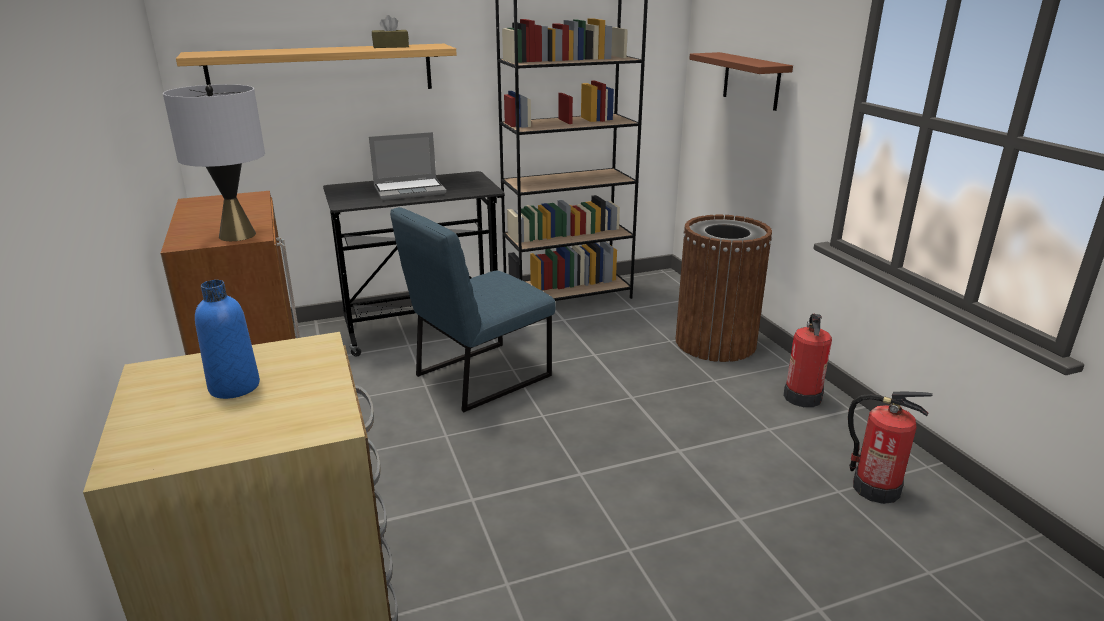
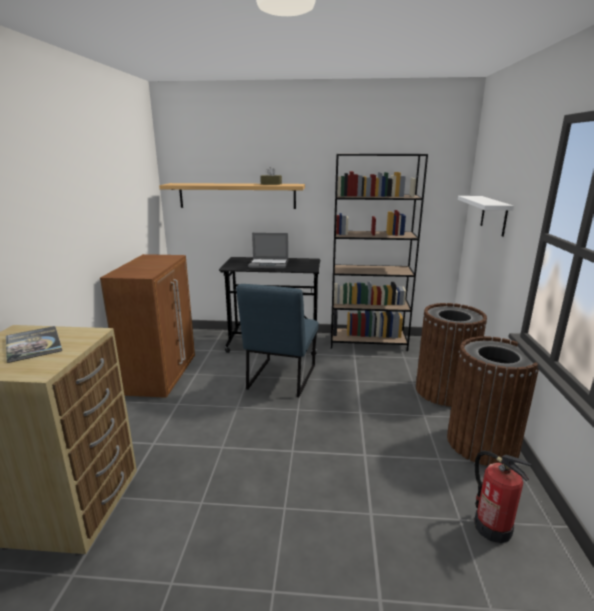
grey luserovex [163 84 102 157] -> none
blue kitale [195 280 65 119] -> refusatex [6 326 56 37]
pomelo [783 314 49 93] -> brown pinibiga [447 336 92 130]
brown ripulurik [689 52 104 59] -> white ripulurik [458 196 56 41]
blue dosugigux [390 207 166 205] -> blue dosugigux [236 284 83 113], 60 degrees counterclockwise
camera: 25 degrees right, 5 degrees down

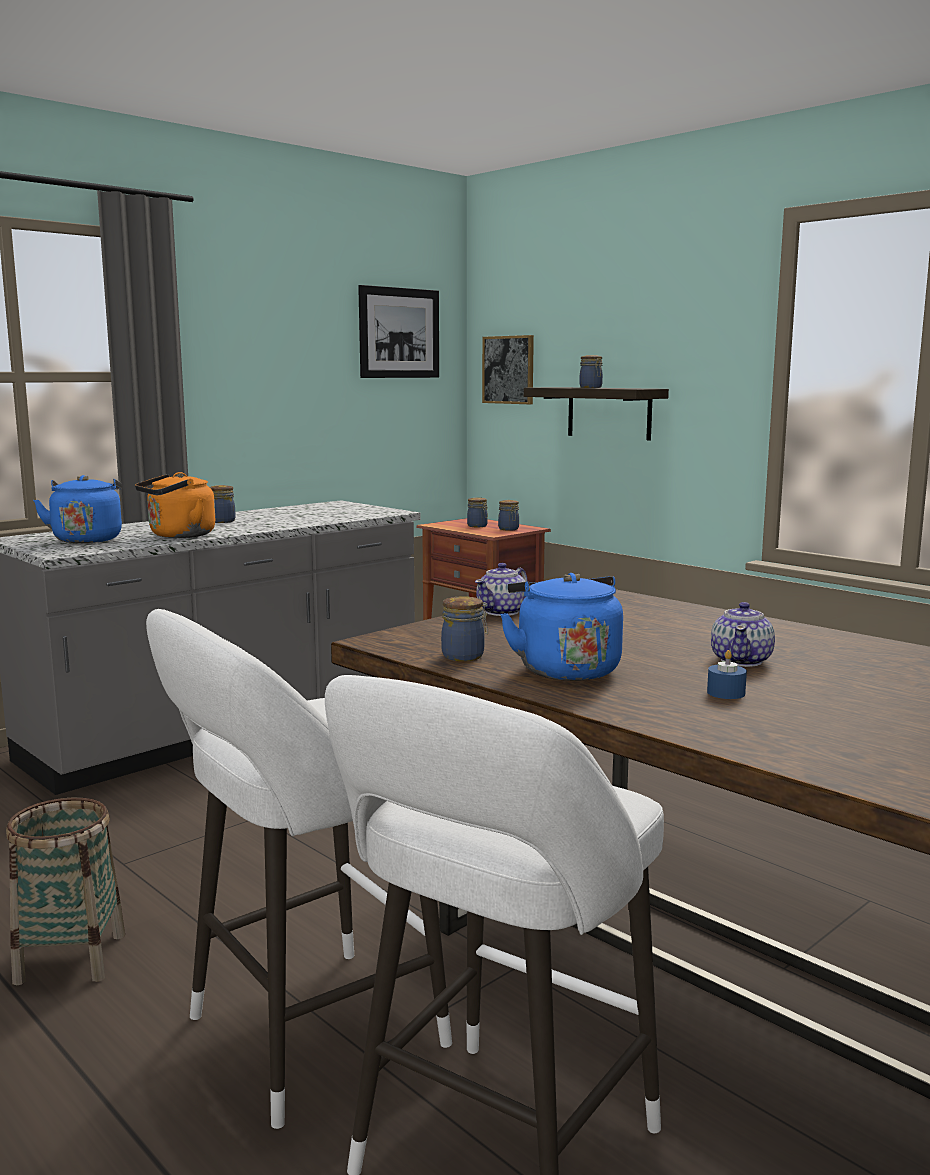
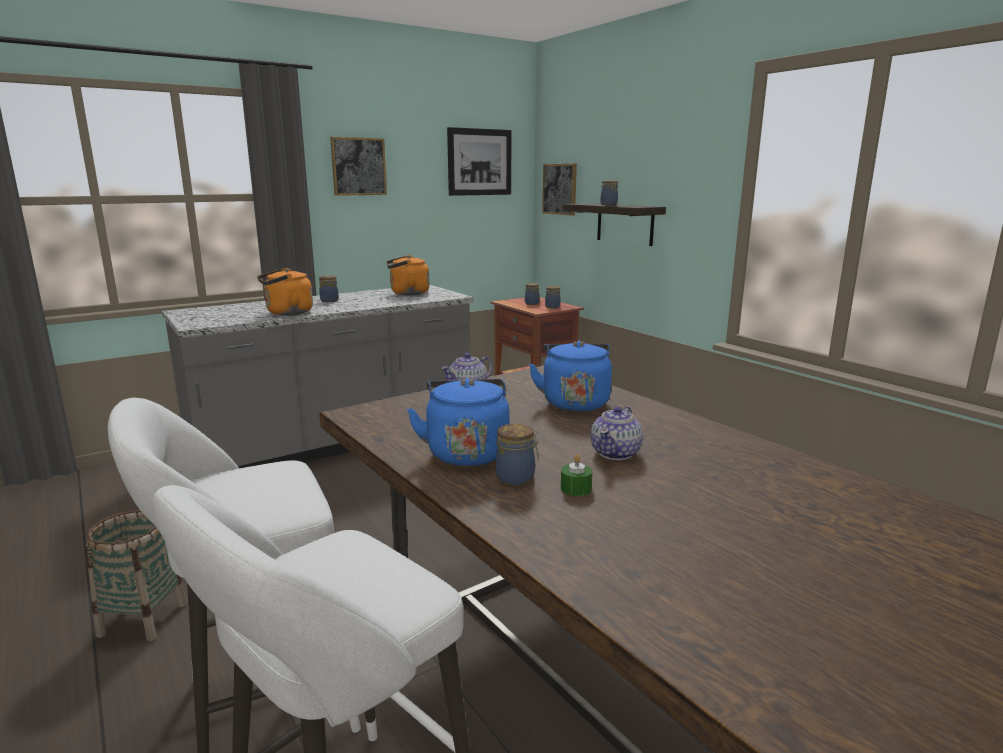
none -> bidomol [330 137 57 59]
none -> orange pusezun [386 255 44 40]
blue pusezun [33 475 89 68] -> blue pusezun [529 340 83 72], relocated
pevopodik [441 596 47 65] -> pevopodik [496 424 43 61], relocated
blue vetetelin [707 650 40 49] -> green vetetelin [561 455 31 41]
camera: 10 degrees right, 5 degrees up

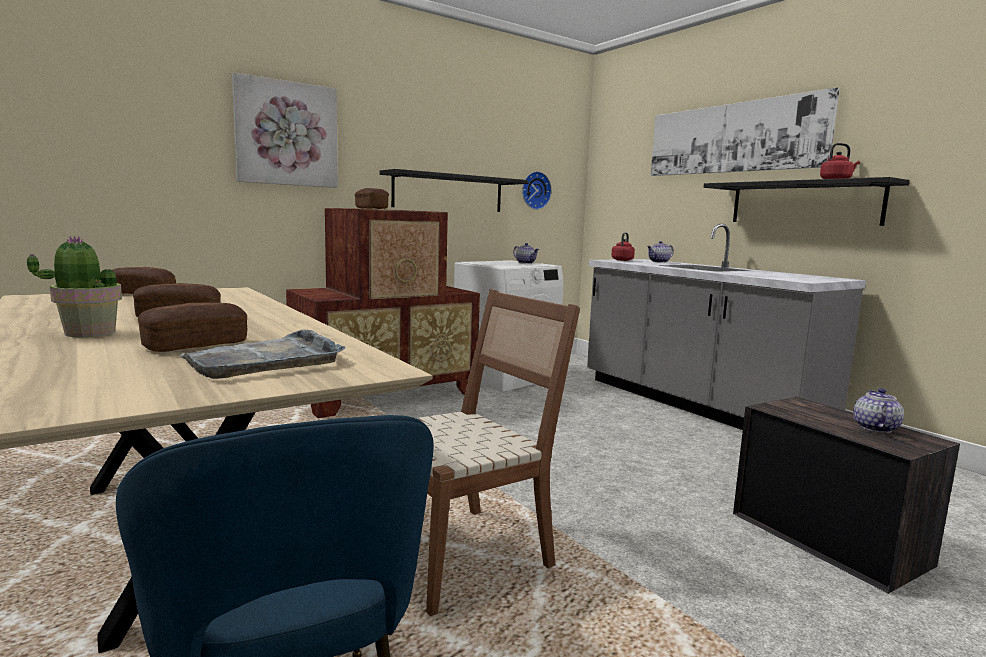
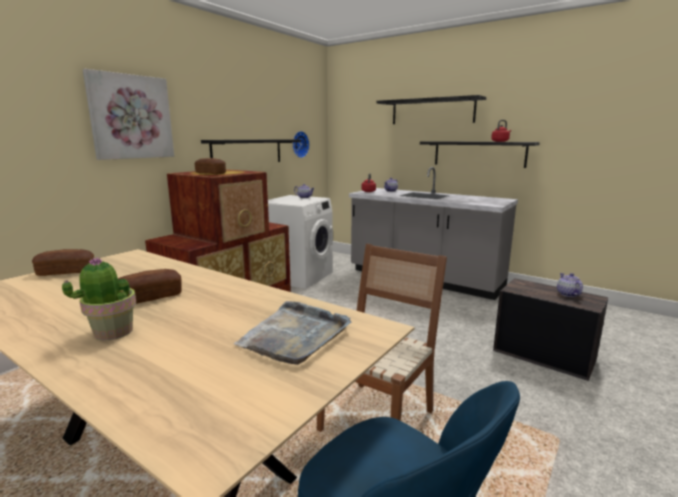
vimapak [138 302 109 50] -> none
bidomol [651 87 189 89] -> black ripulurik [376 95 110 29]
camera: 20 degrees left, 5 degrees up

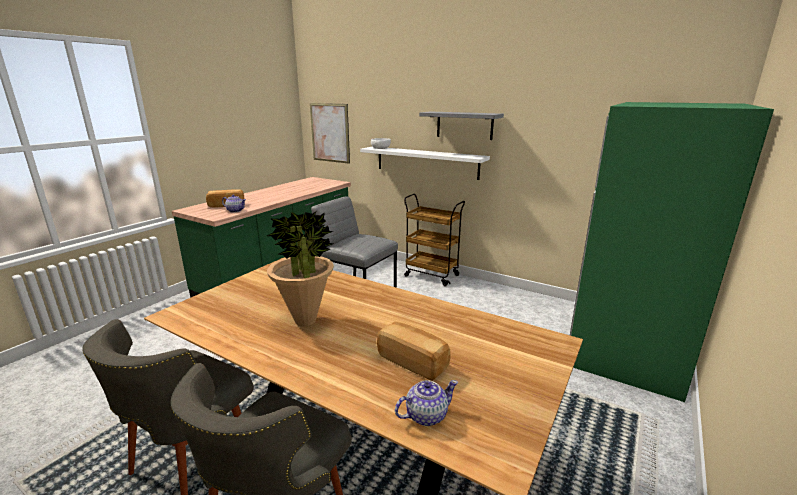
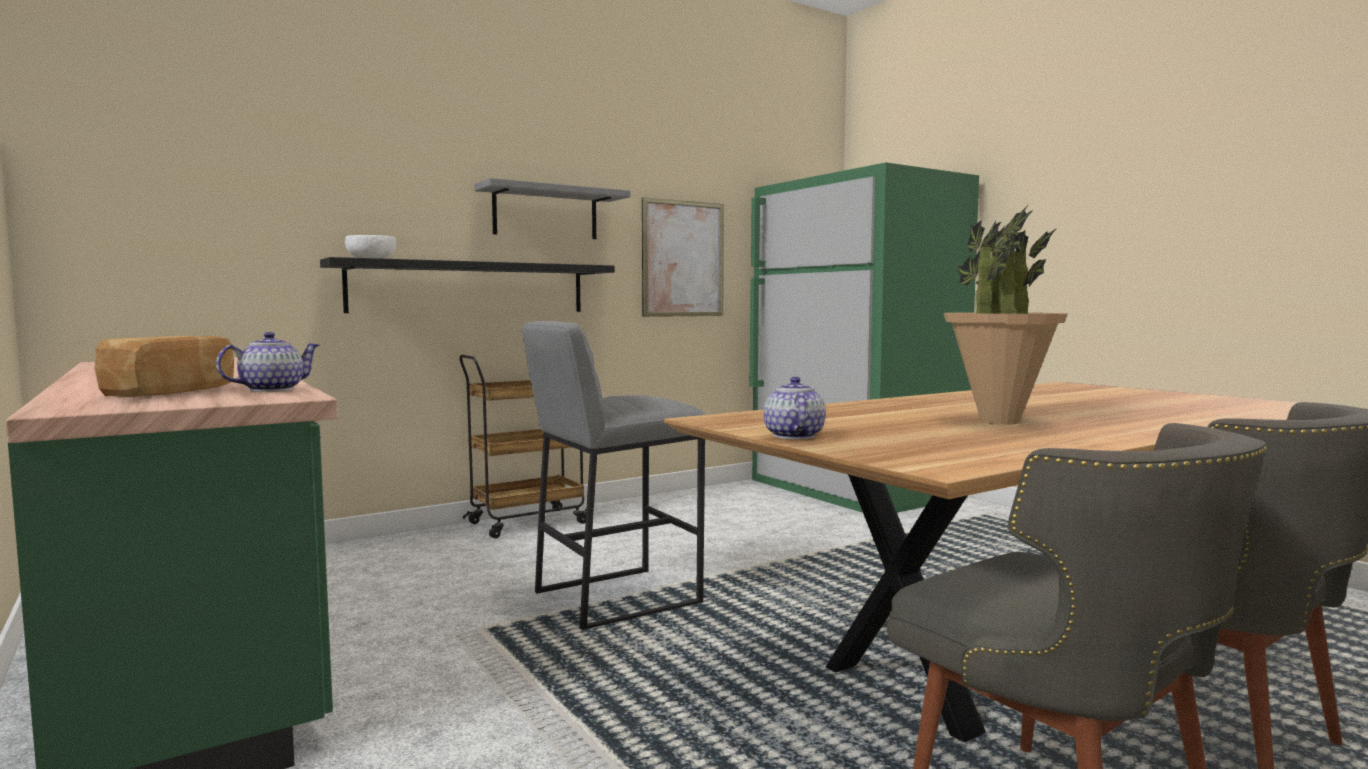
vimapak [377 322 74 59] -> none
bidomol [310 103 40 61] -> bidomol [642 197 82 120], relocated
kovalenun [395 380 63 46] -> kovalenun [764 377 62 62], relocated
white ripulurik [360 146 130 34] -> black ripulurik [320 257 295 56]
camera: 65 degrees left, 15 degrees down

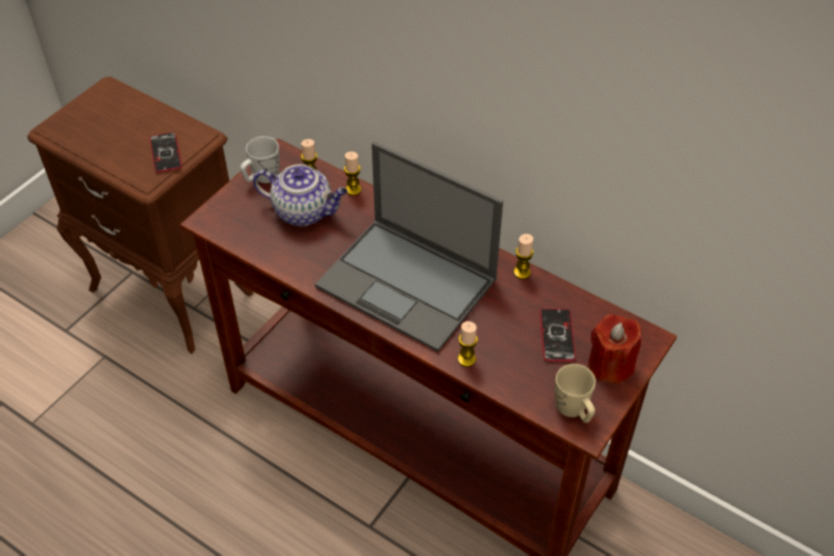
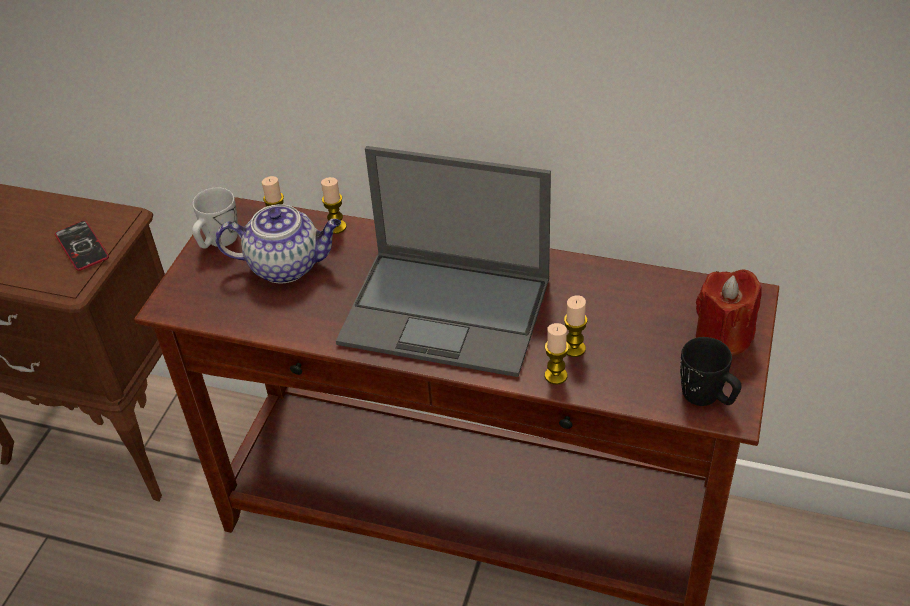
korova [540 309 36 53] -> none
vetetelin [514 234 20 45] -> vetetelin [564 295 23 62], relocated
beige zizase [555 364 41 59] -> black zizase [680 337 62 69]
camera: 15 degrees left, 5 degrees down

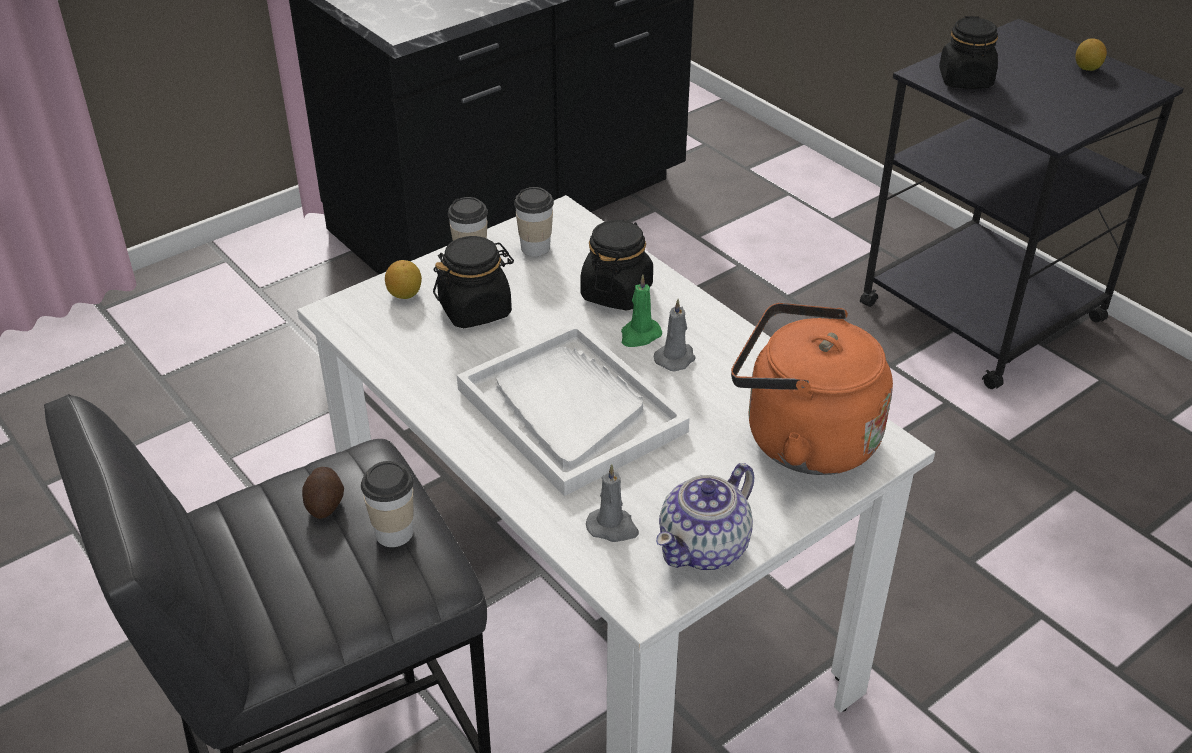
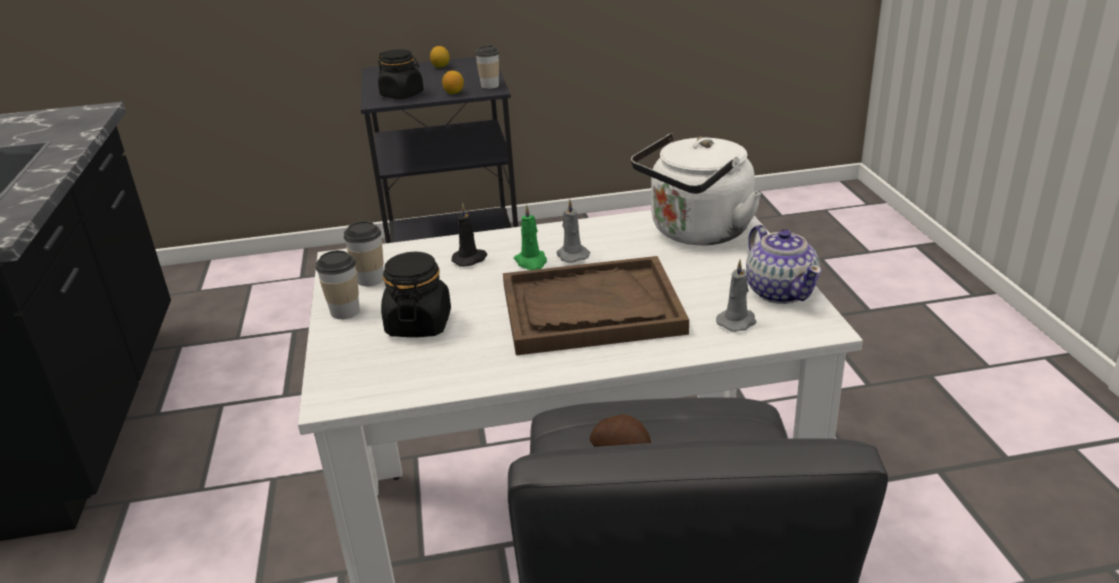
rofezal [361 461 52 86] -> rofezal [475 45 24 44], relocated
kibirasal [385 260 37 39] -> kibirasal [442 71 22 23], relocated
black pevopodik [580 220 73 91] -> black vetetelin [452 204 35 63]
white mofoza [457 322 232 174] -> brown mofoza [503 256 186 99]
orange pusezun [731 303 162 172] -> white pusezun [631 133 131 112]
camera: 60 degrees left, 10 degrees down

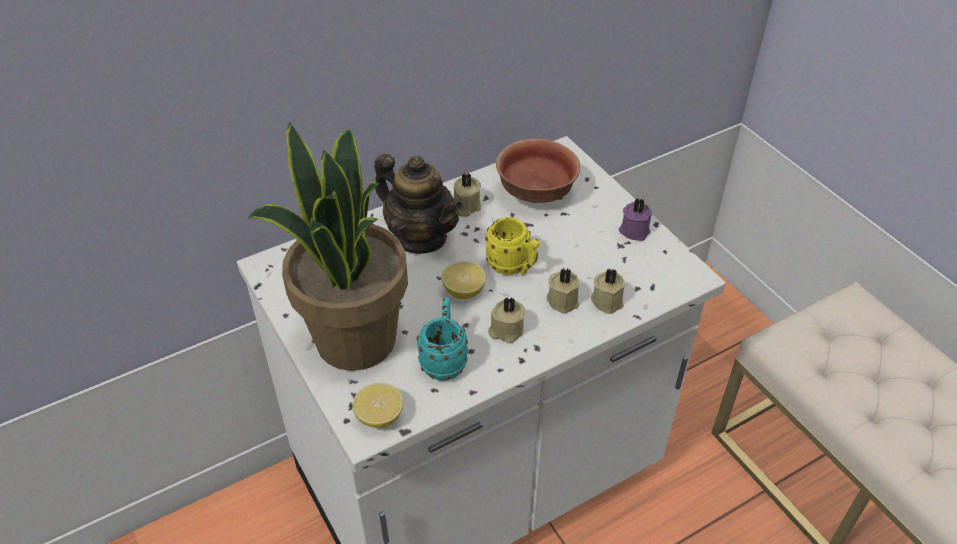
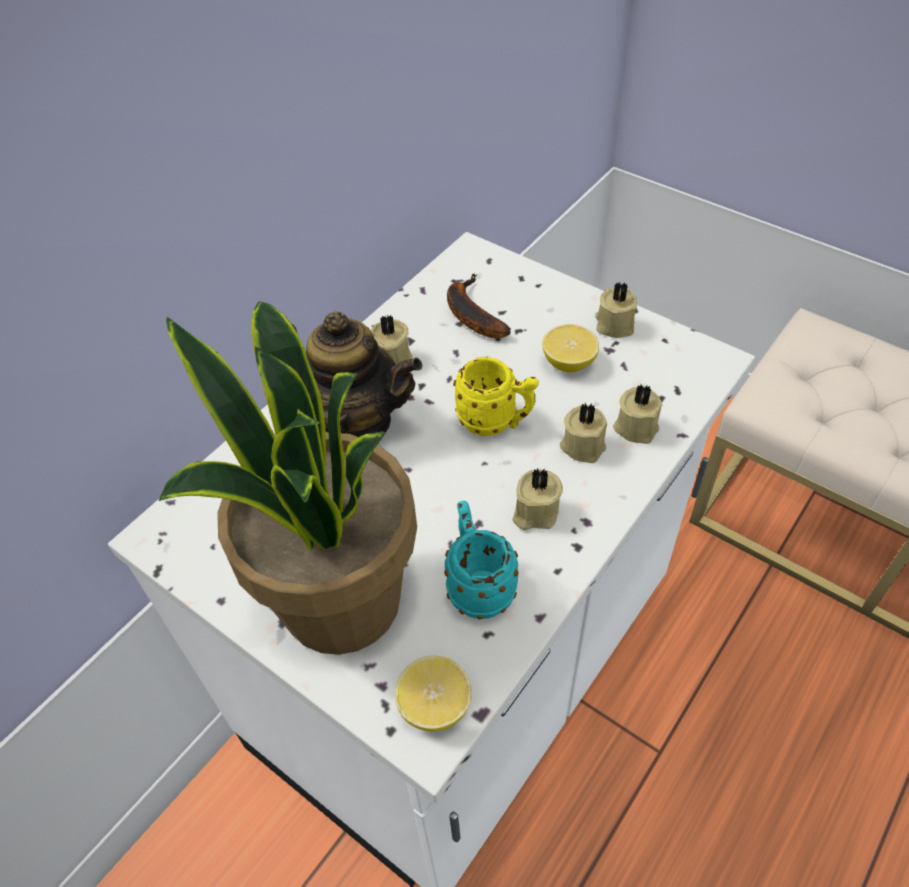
kibirasal [442 261 44 38] -> kibirasal [542 324 57 48], relocated
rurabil [496 139 84 64] -> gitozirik [447 273 64 65]
purple vetetelin [619 198 33 43] -> beige vetetelin [595 282 42 56]
camera: 20 degrees left, 5 degrees up

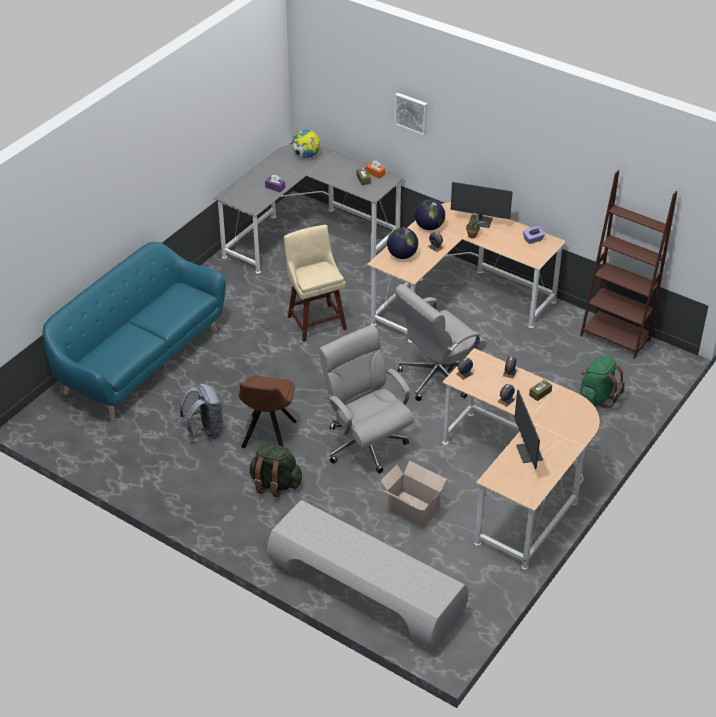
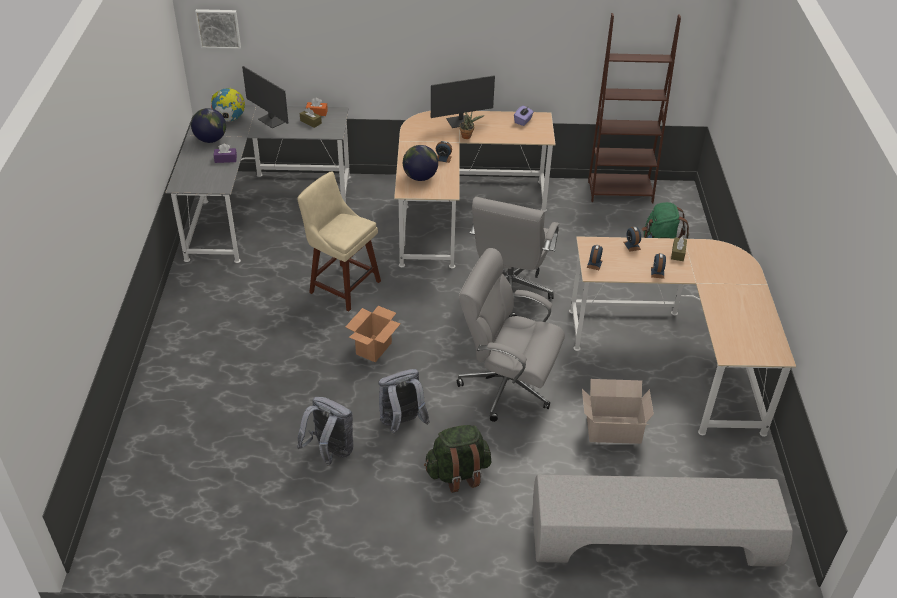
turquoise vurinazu [43 242 183 178] -> none
none -> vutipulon [345 306 55 56]
bidomol [395 93 32 42] -> bidomol [195 9 46 40], relocated
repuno [415 200 30 30] -> repuno [191 108 35 35], relocated
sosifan [514 390 29 79] -> sosifan [242 66 46 62], relocated
brown dosugigux [239 376 58 72] -> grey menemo [378 369 52 66]
camera: 35 degrees left, 0 degrees up

